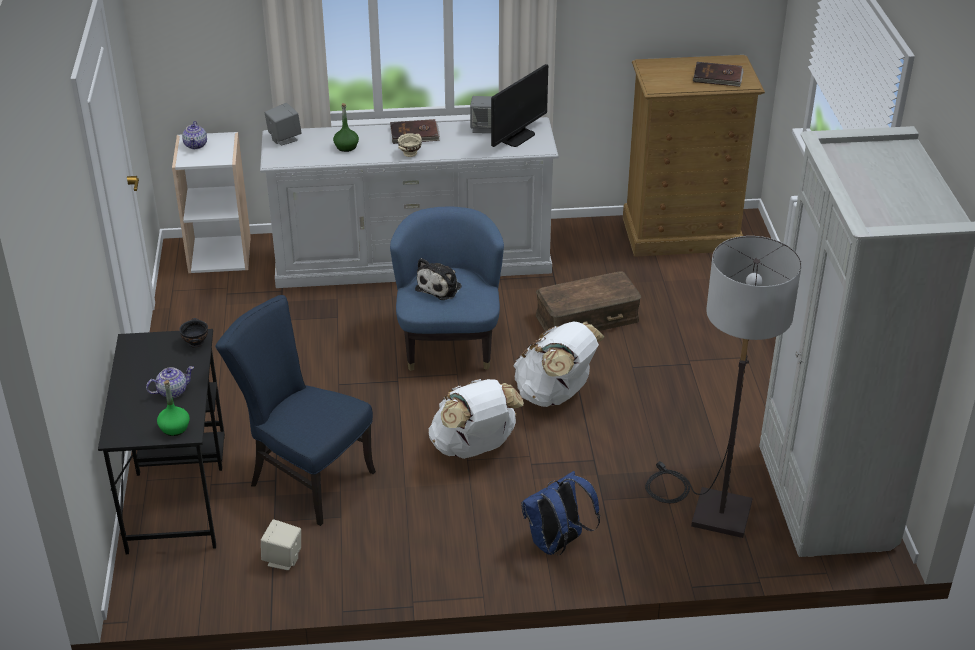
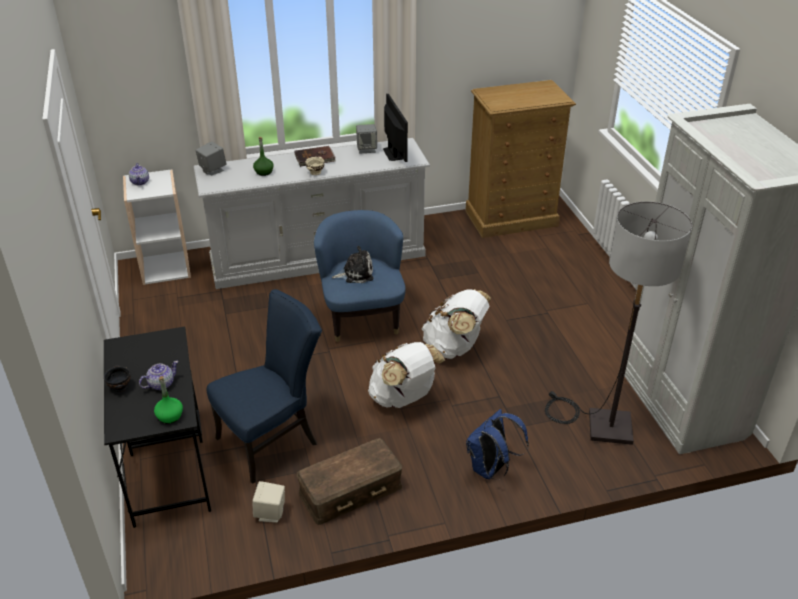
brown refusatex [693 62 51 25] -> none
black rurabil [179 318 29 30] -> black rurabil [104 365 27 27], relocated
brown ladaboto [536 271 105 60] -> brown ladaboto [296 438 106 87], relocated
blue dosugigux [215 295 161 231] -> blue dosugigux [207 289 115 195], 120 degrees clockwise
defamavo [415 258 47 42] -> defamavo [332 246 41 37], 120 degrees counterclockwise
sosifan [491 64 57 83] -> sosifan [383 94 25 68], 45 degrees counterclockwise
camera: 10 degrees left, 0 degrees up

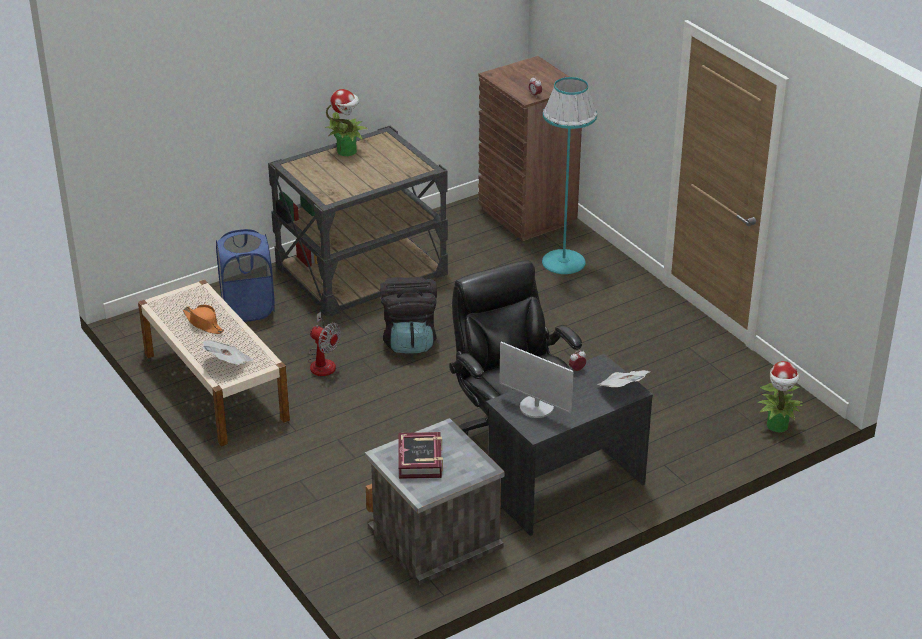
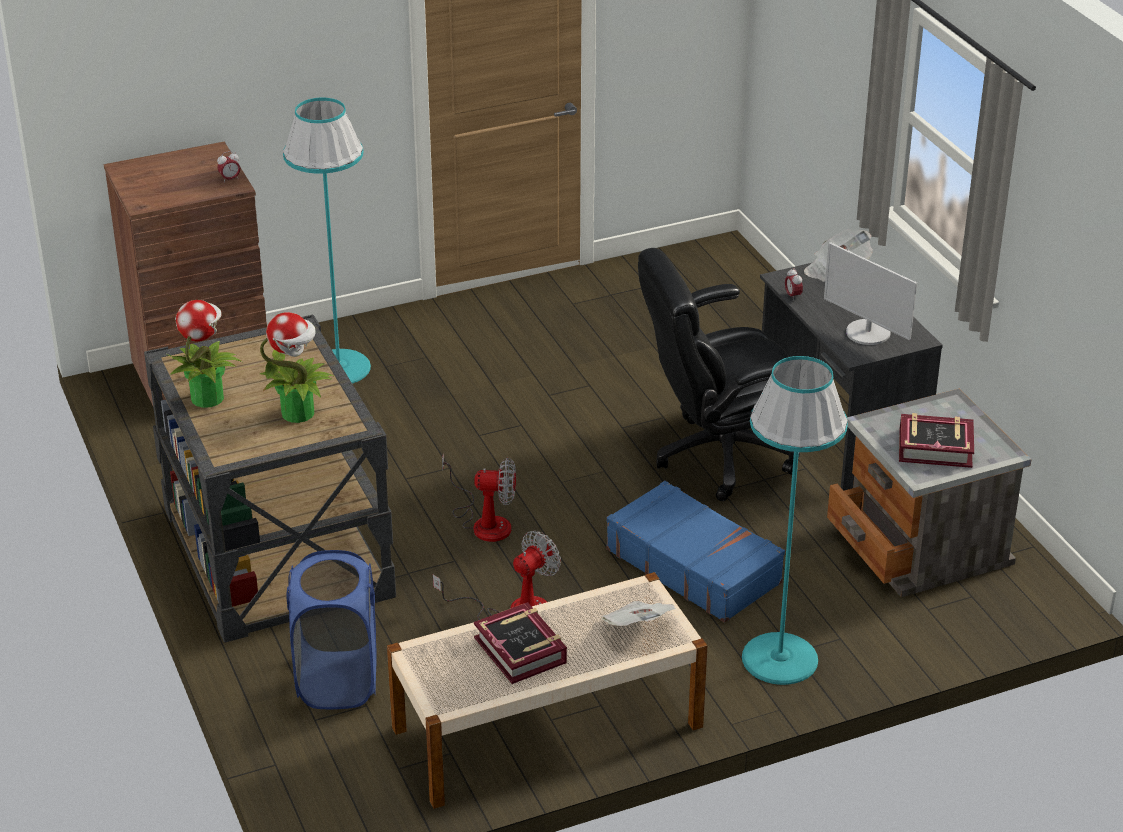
none -> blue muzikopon [606 481 179 142]
none -> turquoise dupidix [742 356 106 329]
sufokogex [757 361 46 71] -> sufokogex [260 312 73 111], relocated
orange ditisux [183 304 41 30] -> refusatex [474 602 93 82]
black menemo [380 277 57 77] -> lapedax [442 453 74 89]
sosifan [499 342 74 76] -> sosifan [824 242 93 103], 90 degrees clockwise
camera: 80 degrees left, 0 degrees up

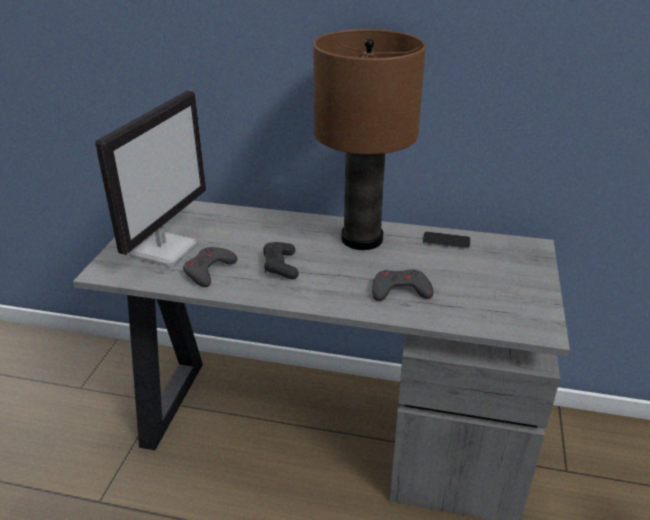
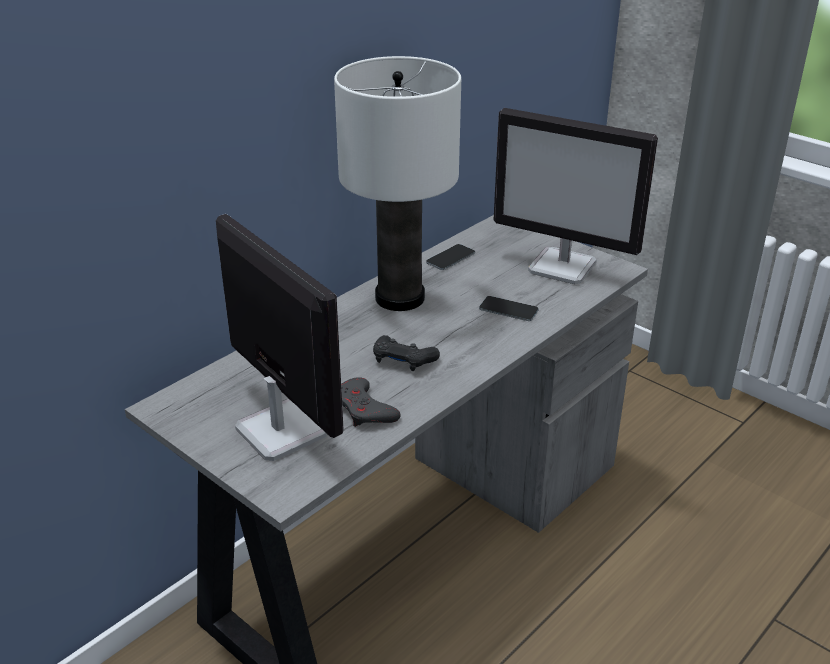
none -> sosifan [494 108 164 176]
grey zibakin [372 269 61 32] -> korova [479 296 60 25]
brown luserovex [313 29 113 221] -> white luserovex [334 56 127 255]
camera: 60 degrees left, 0 degrees up

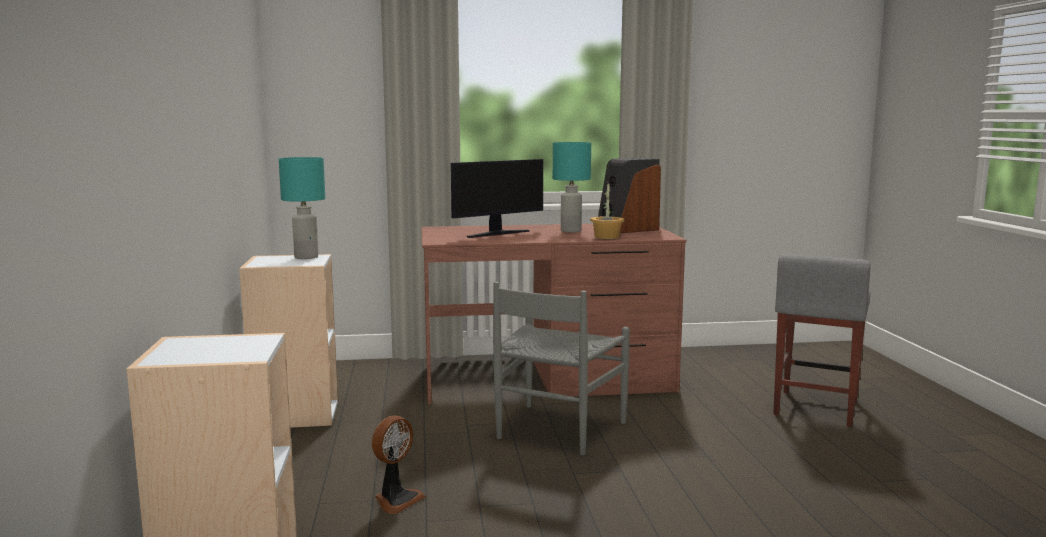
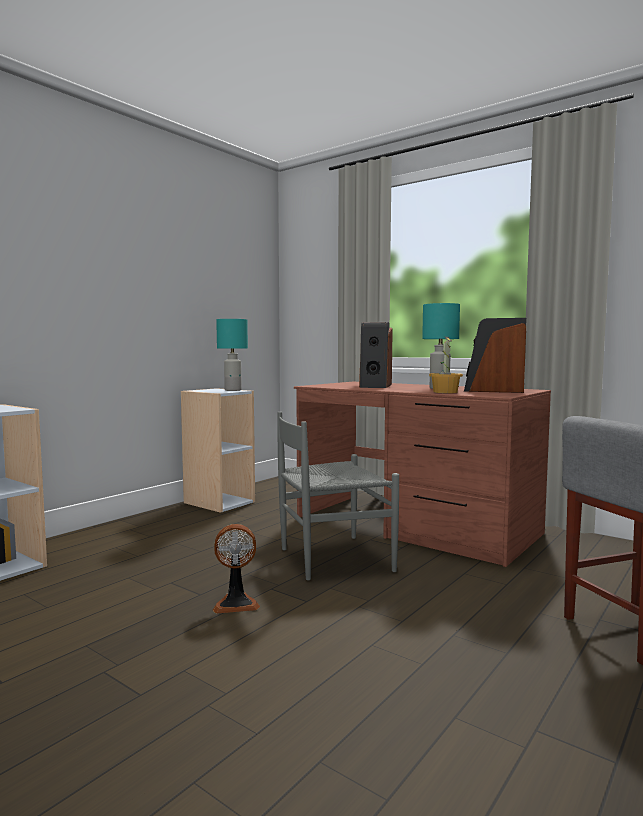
lapedax [372 416 54 98] -> lapedax [213 524 47 90], relocated
sosifan [451 159 92 79] -> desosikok [359 322 34 66]
camera: 45 degrees right, 5 degrees down

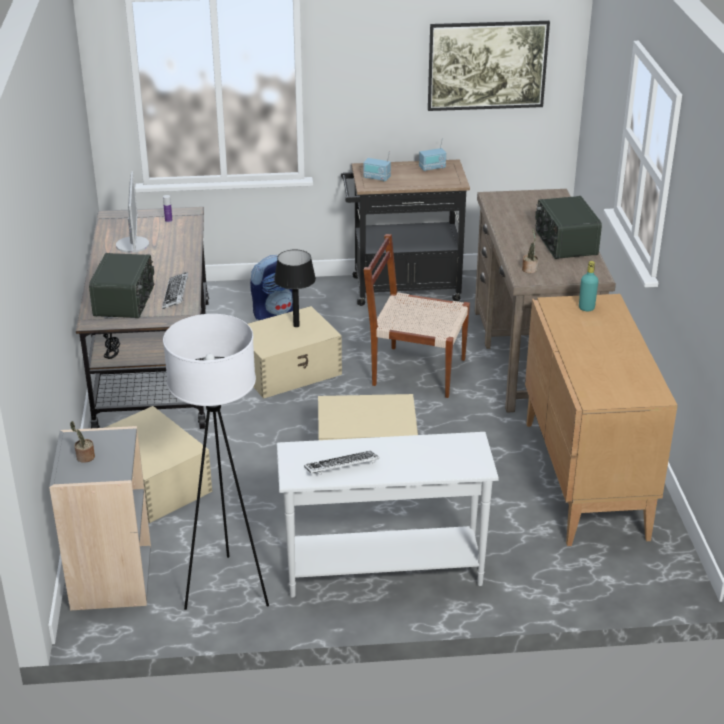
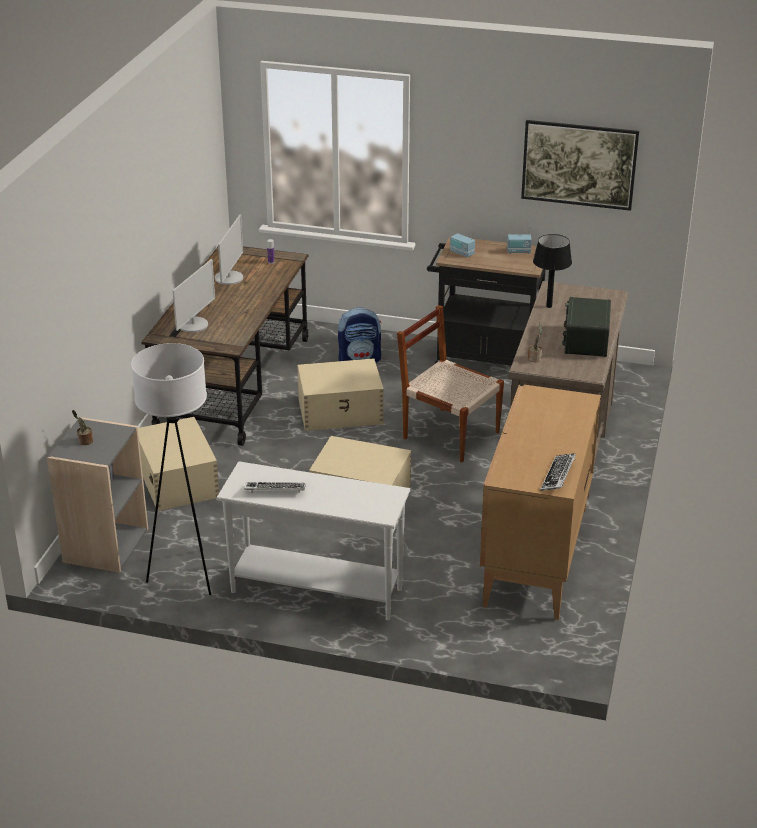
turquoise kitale [579 261 19 50] -> none
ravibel [162 272 27 37] -> ravibel [540 453 36 38], relocated
black luserovex [274 250 42 77] -> black luserovex [533 234 39 74], relocated
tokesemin [89 253 65 65] -> sosifan [172 259 43 73]
camera: 20 degrees right, 0 degrees up

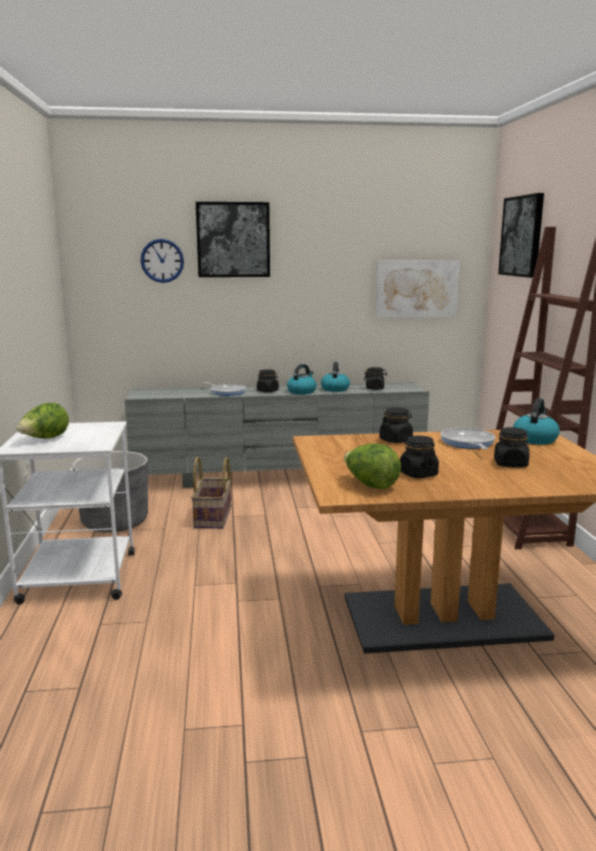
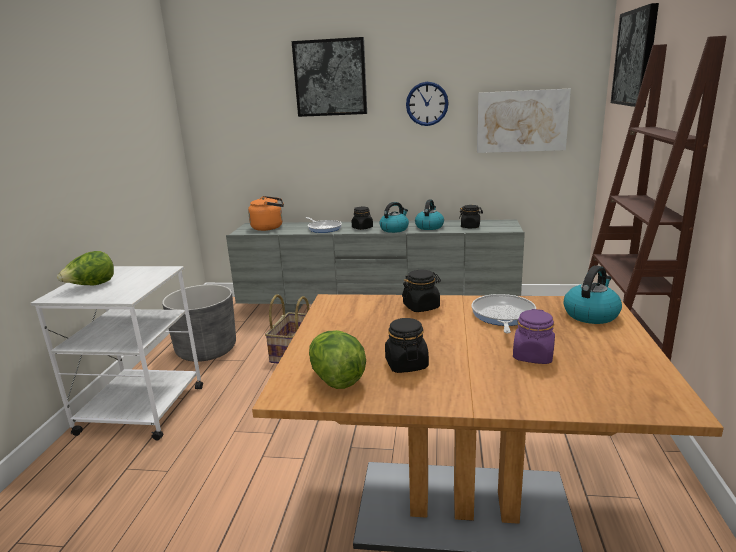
none -> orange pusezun [248 196 36 35]
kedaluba [141 239 43 44] -> kedaluba [406 82 43 44], relocated
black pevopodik [494 427 36 41] -> purple pevopodik [513 309 42 55]
camera: 15 degrees right, 5 degrees up

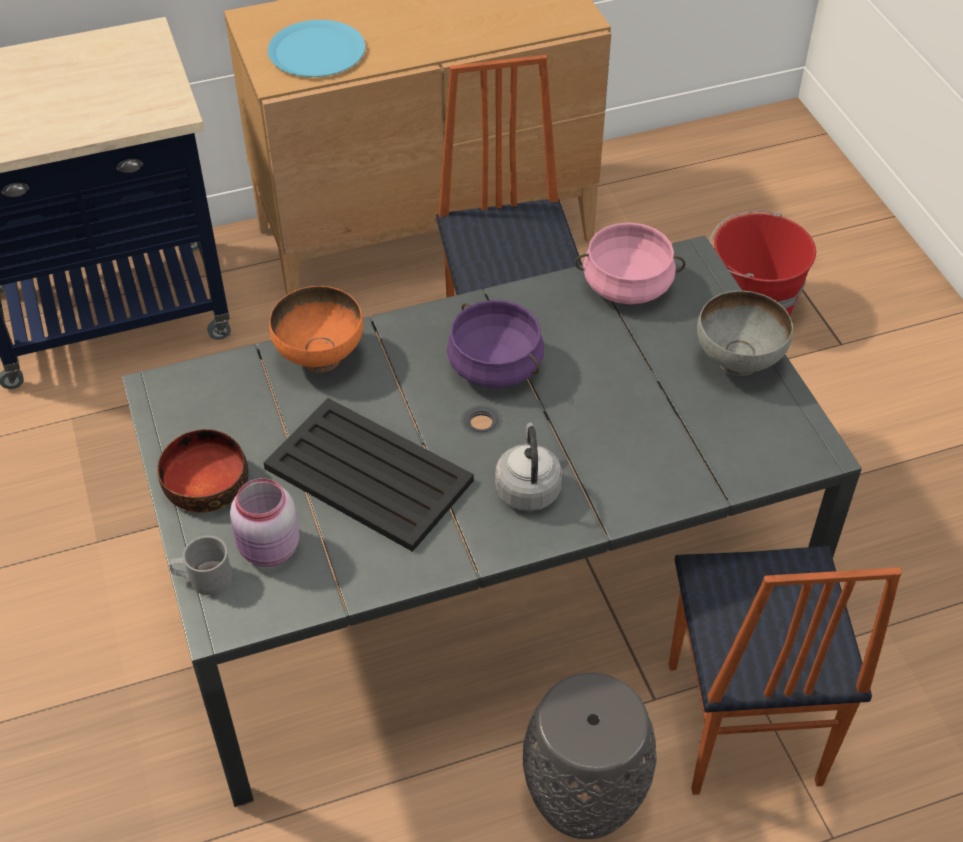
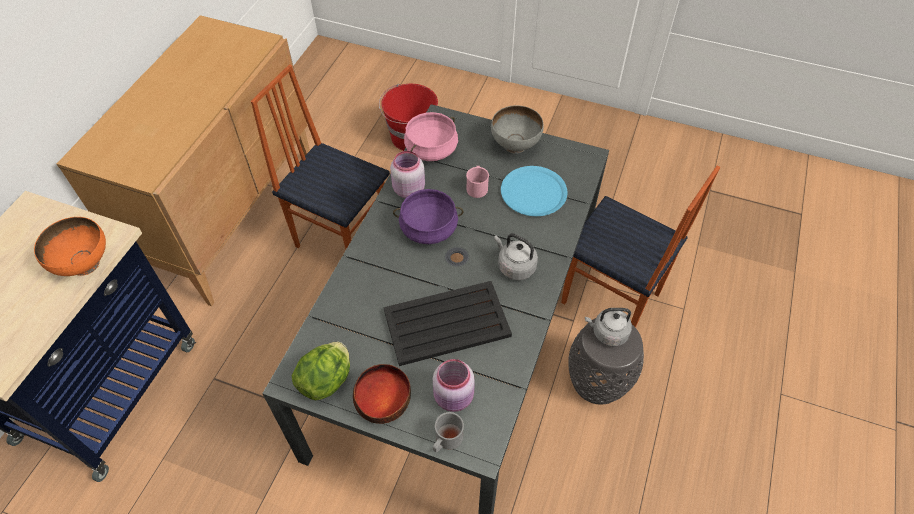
none -> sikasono [292 342 58 58]
none -> pink pevopodik [390 151 35 47]
none -> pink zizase [466 166 23 32]
none -> grey pusezun [585 308 47 38]
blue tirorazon [268 20 97 57] -> blue tirorazon [501 166 67 50], relocated
orange rurabil [269 286 94 87] -> orange rurabil [34 217 72 59], relocated
camera: 50 degrees left, 5 degrees up

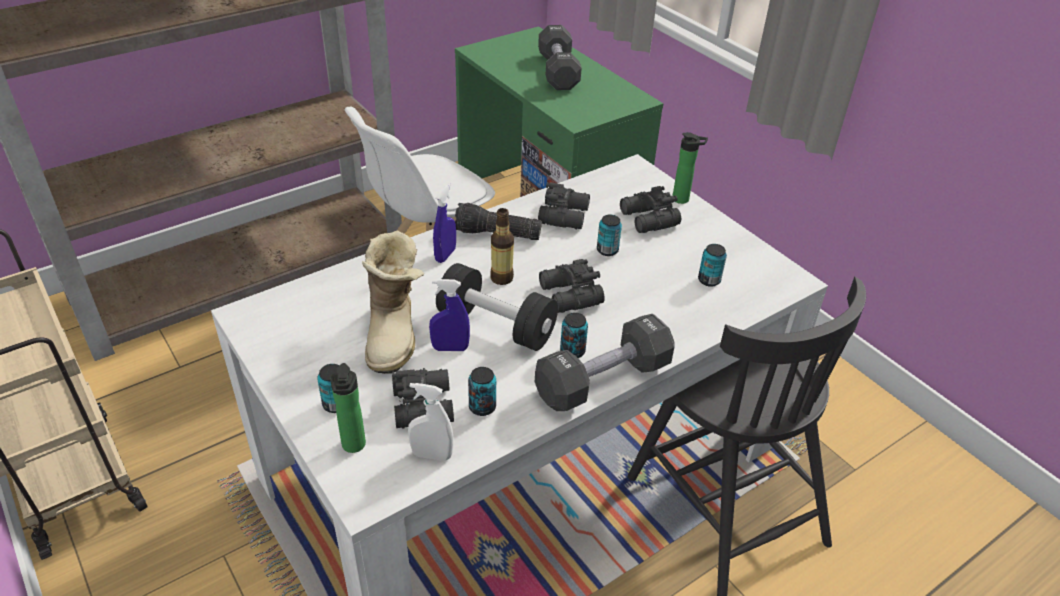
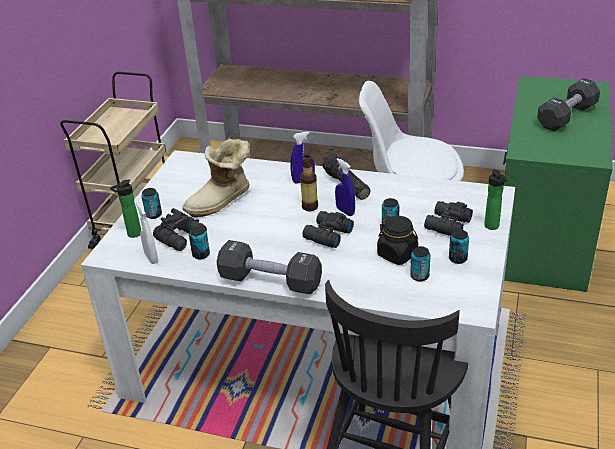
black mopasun [436 263 122 88] -> none
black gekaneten [538 182 52 47] -> none
none -> black pevopodik [377 216 41 49]
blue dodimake [429 279 41 72] -> blue dodimake [335 158 20 58], relocated
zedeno [560 313 28 45] -> zedeno [449 229 20 35], relocated
camera: 55 degrees right, 5 degrees down

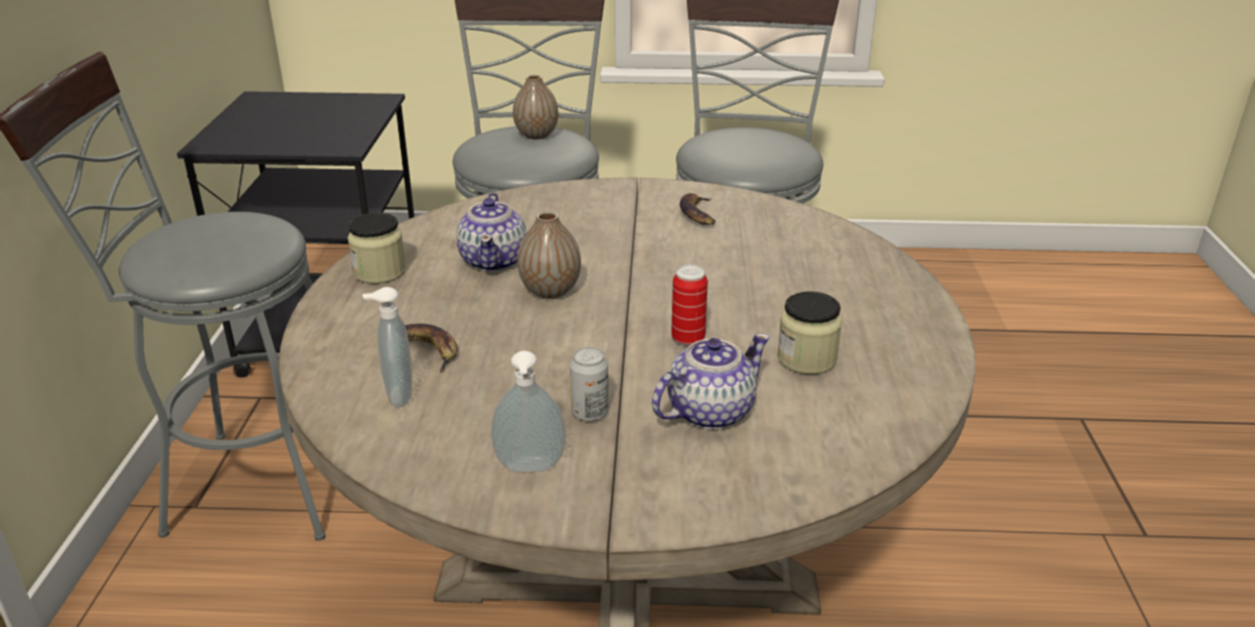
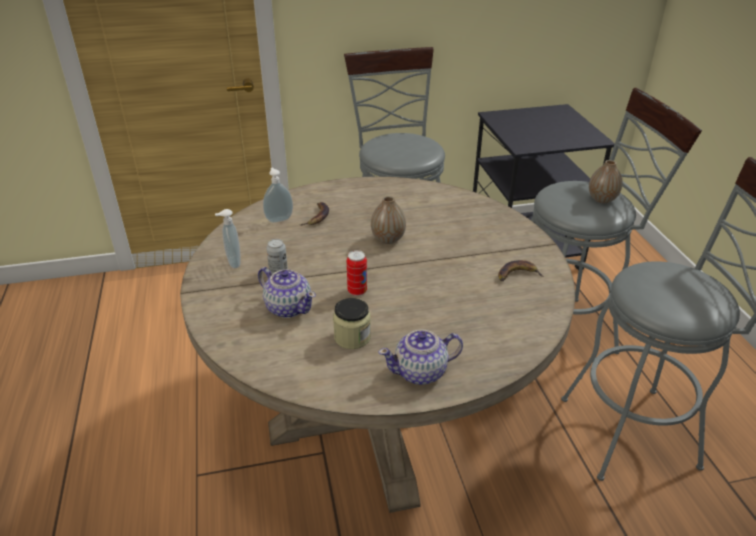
pevopodik [348 213 58 71] -> none
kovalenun [457 193 70 79] -> kovalenun [378 329 85 56], relocated
camera: 75 degrees right, 5 degrees up

